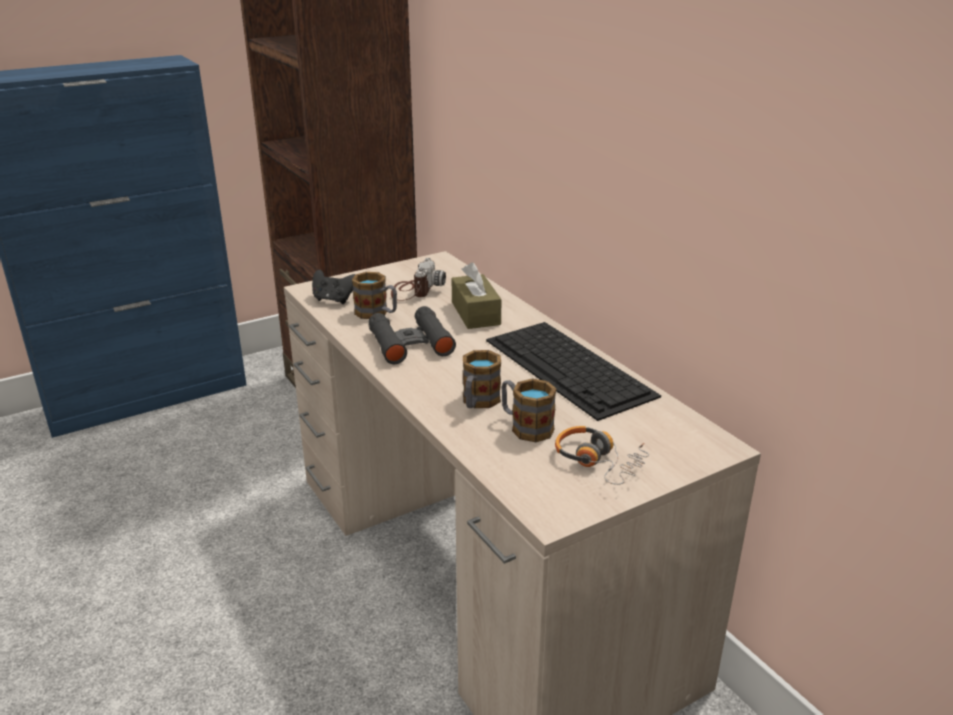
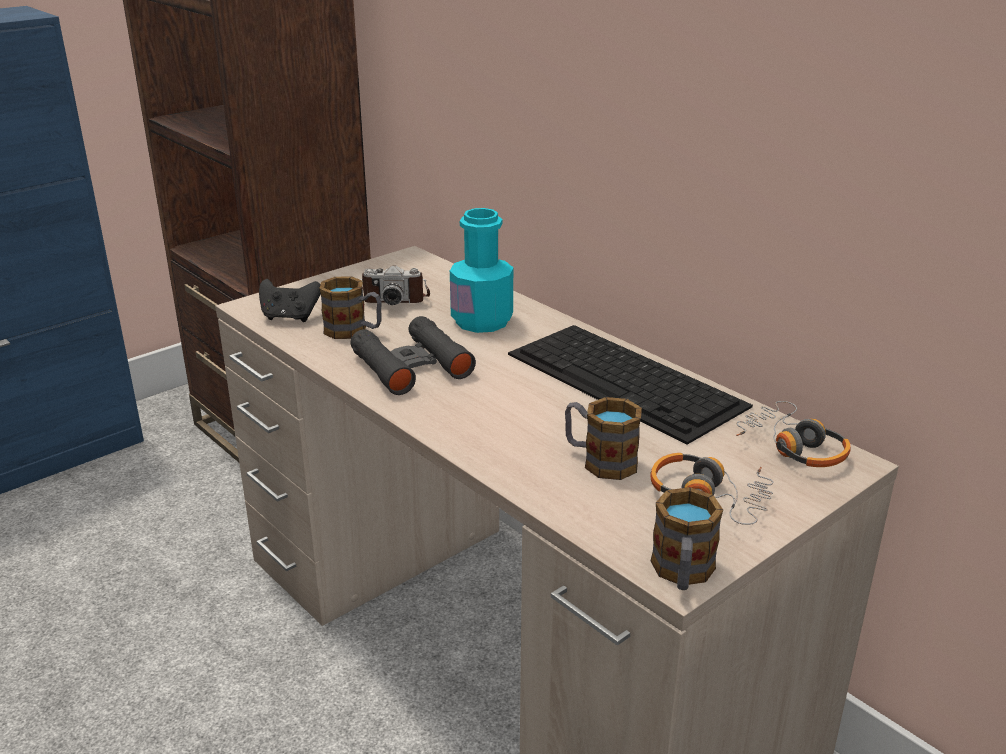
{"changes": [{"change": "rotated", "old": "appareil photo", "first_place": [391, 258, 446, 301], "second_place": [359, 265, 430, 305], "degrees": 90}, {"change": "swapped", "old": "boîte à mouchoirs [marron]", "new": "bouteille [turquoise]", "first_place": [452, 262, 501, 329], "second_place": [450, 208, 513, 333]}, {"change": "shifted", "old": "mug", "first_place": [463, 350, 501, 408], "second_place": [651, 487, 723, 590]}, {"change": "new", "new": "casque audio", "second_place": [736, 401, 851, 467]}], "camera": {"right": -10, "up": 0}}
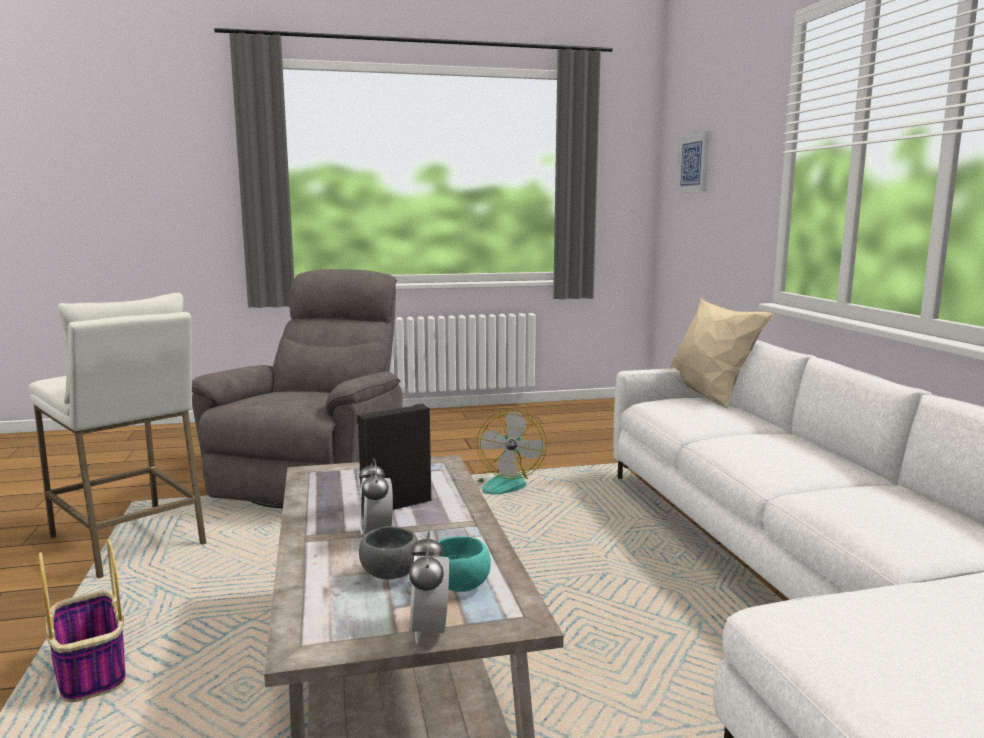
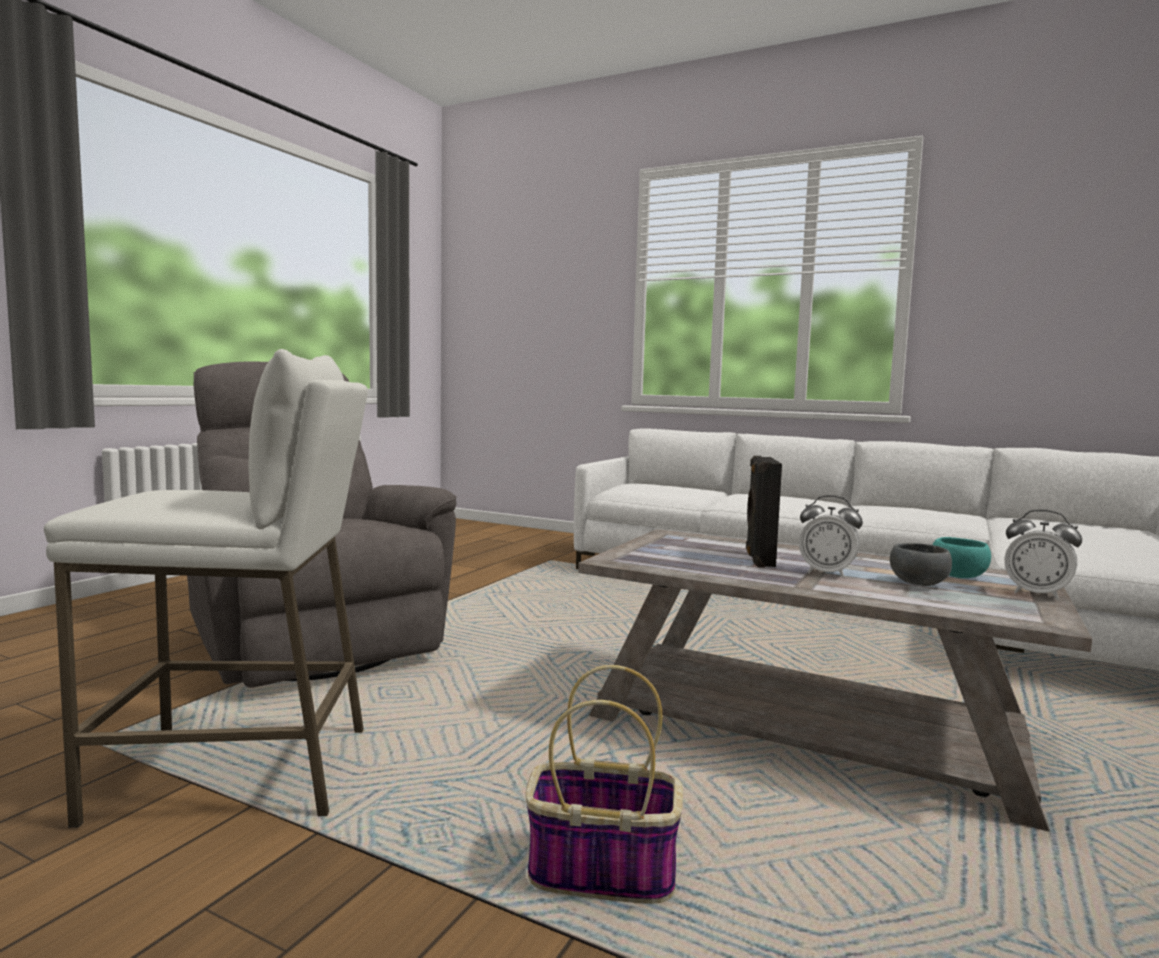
{"changes": [{"change": "gone", "old": "ventilateur", "first_place": [477, 409, 547, 494]}, {"change": "gone", "old": "coussin [beige]", "first_place": [668, 296, 774, 409]}, {"change": "gone", "old": "tableau", "first_place": [675, 131, 710, 193]}], "camera": {"right": -50, "up": -5}}
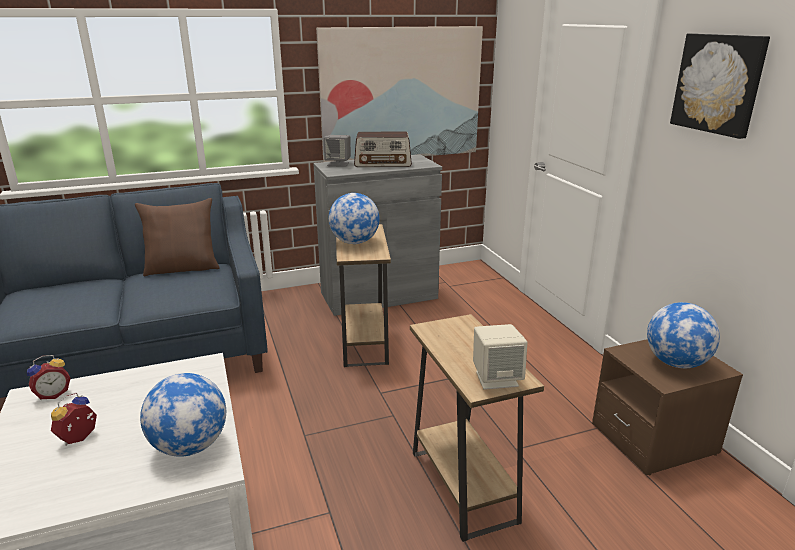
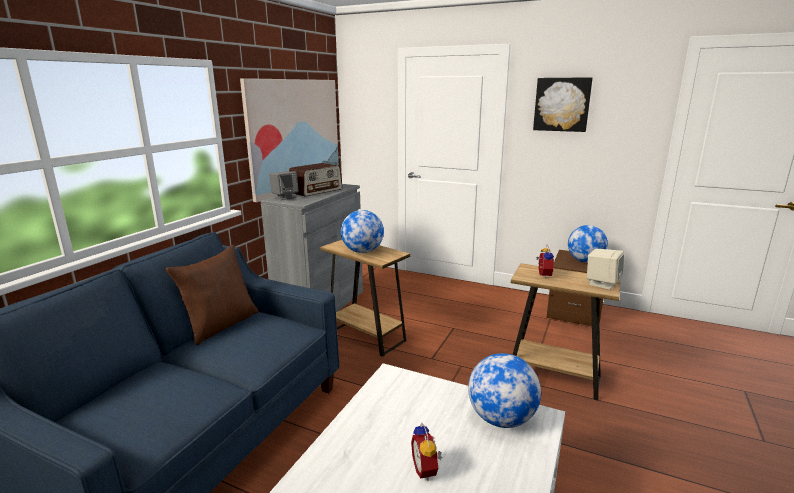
{"changes": [{"change": "shifted", "old": "réveil", "first_place": [27, 355, 70, 400], "second_place": [536, 245, 554, 279]}], "camera": {"right": -45, "up": -5}}
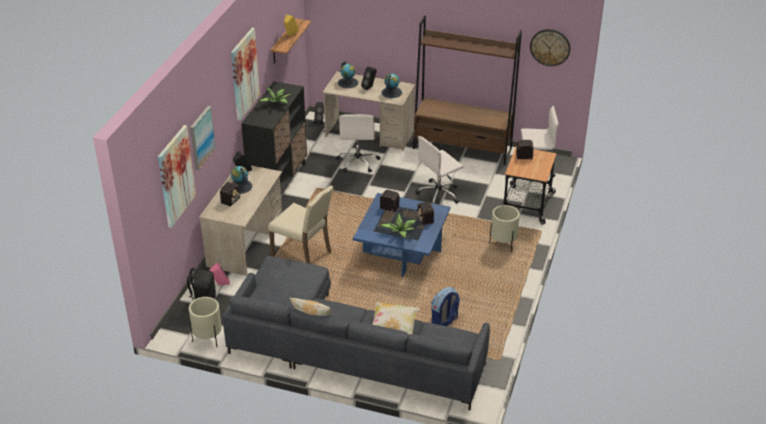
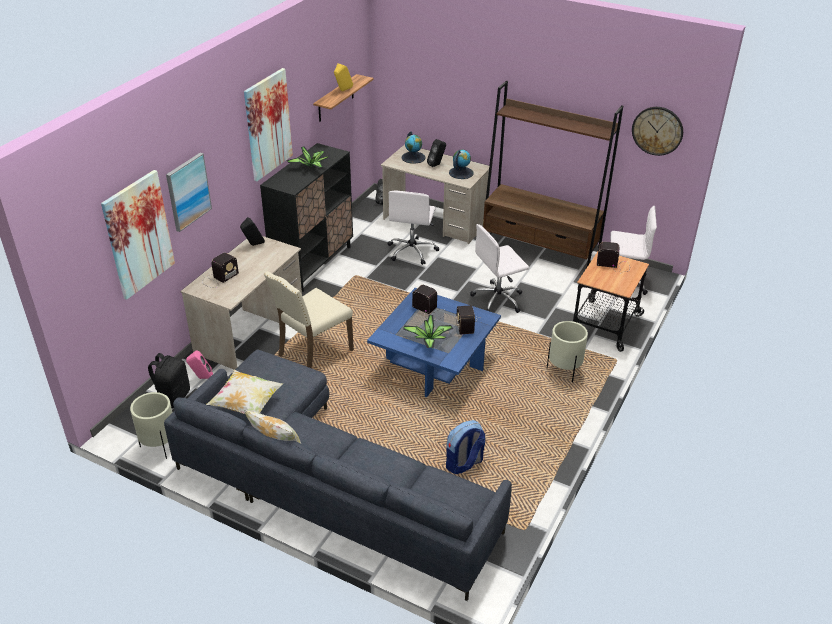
{"changes": [{"change": "gone", "old": "globe", "first_place": [231, 166, 252, 194]}, {"change": "rotated", "old": "chaise [beige]", "first_place": [268, 185, 334, 264], "second_place": [264, 271, 354, 368], "degrees": 90}, {"change": "shifted", "old": "coussin", "first_place": [372, 302, 419, 335], "second_place": [206, 370, 283, 414]}], "camera": {"right": 10, "up": 0}}
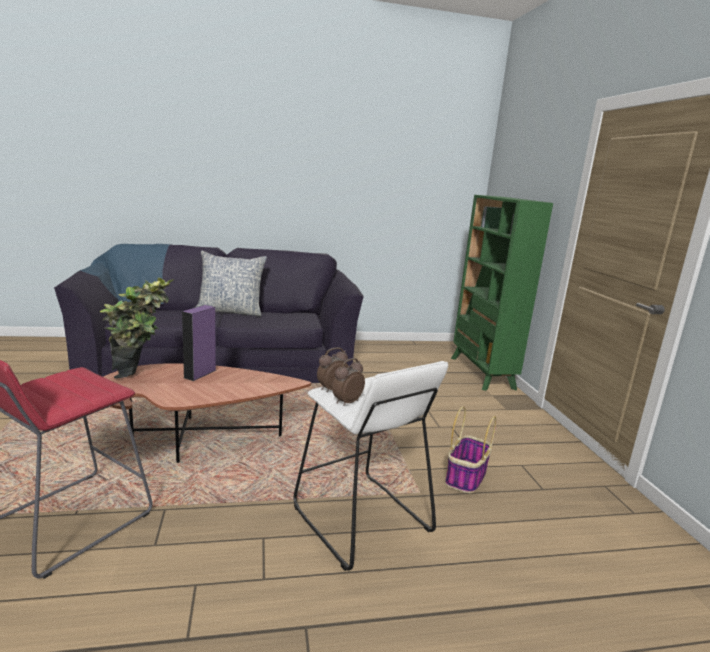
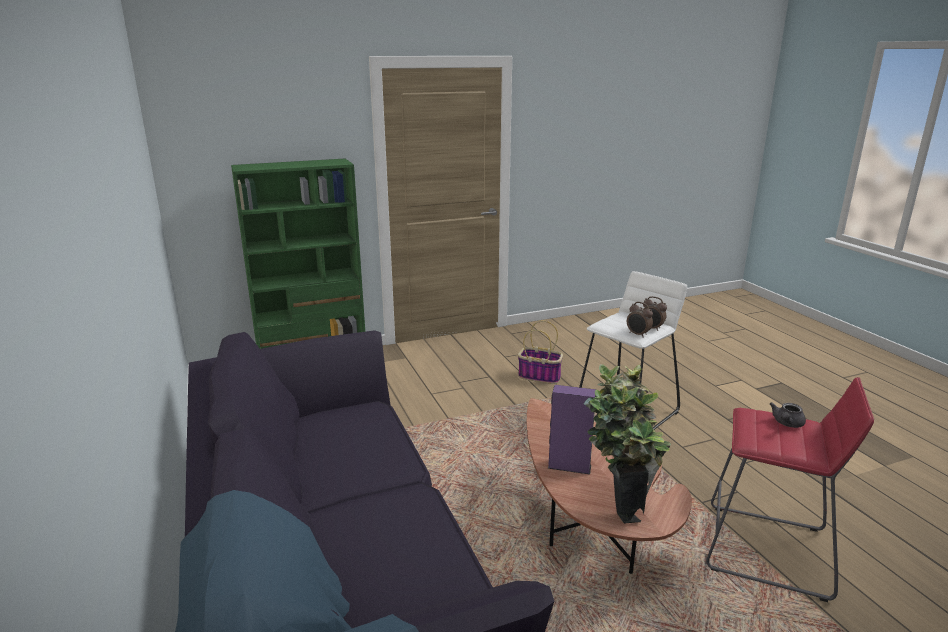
{"changes": [{"change": "gone", "old": "coussin", "first_place": [195, 251, 267, 316]}, {"change": "new", "new": "théière [gris]", "second_place": [770, 402, 806, 428]}], "camera": {"right": -100, "up": 5}}
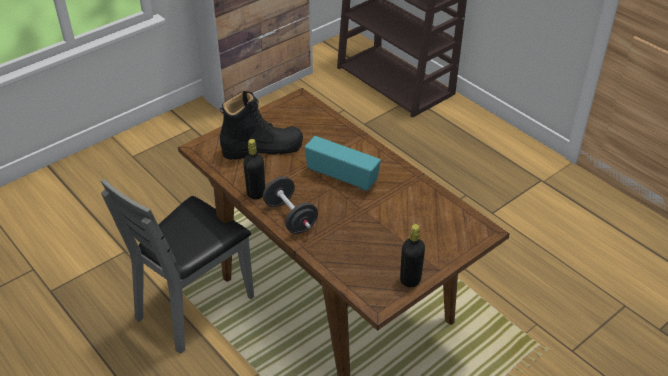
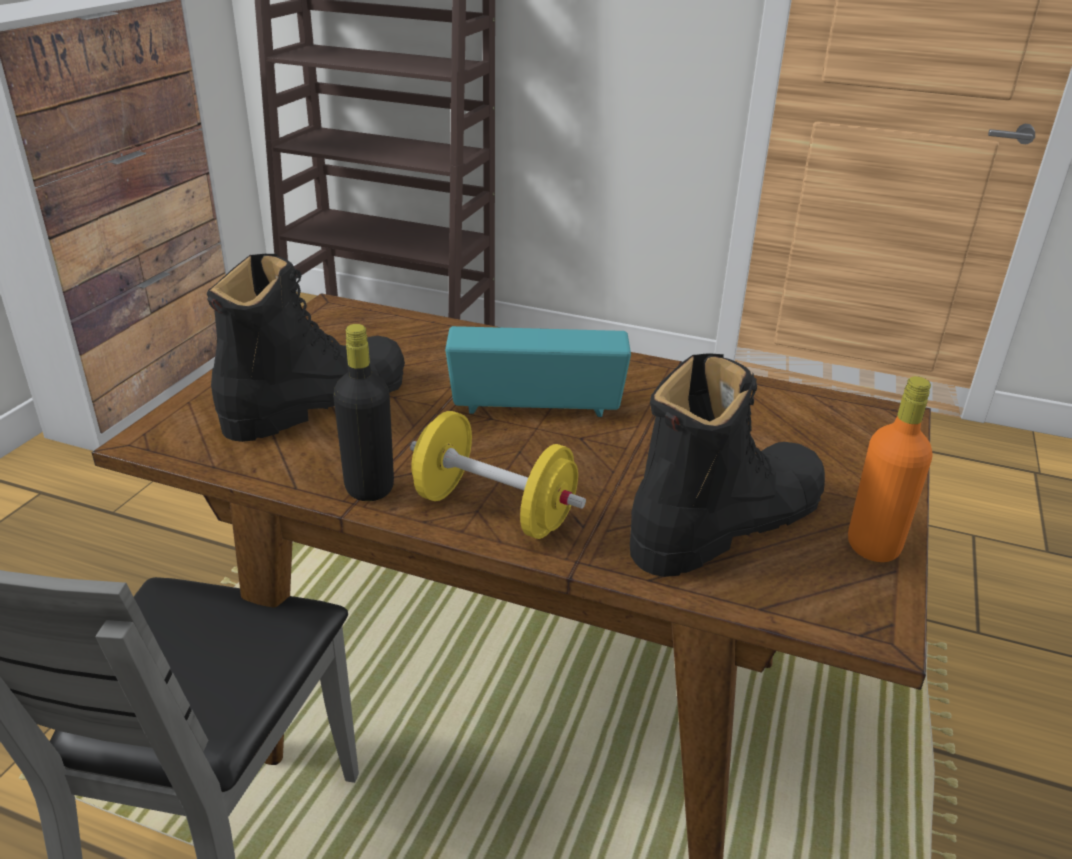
{"changes": [{"change": "repainted", "old": "haltère [noir]", "new": "haltère [jaune]", "first_place": [263, 176, 318, 234], "second_place": [410, 411, 586, 539]}, {"change": "repainted", "old": "bouteille [noir]", "new": "bouteille [orange]", "first_place": [400, 224, 425, 287], "second_place": [848, 376, 932, 562]}, {"change": "new", "new": "botte [noir]", "second_place": [630, 353, 825, 577]}], "camera": {"right": -30, "up": -10}}
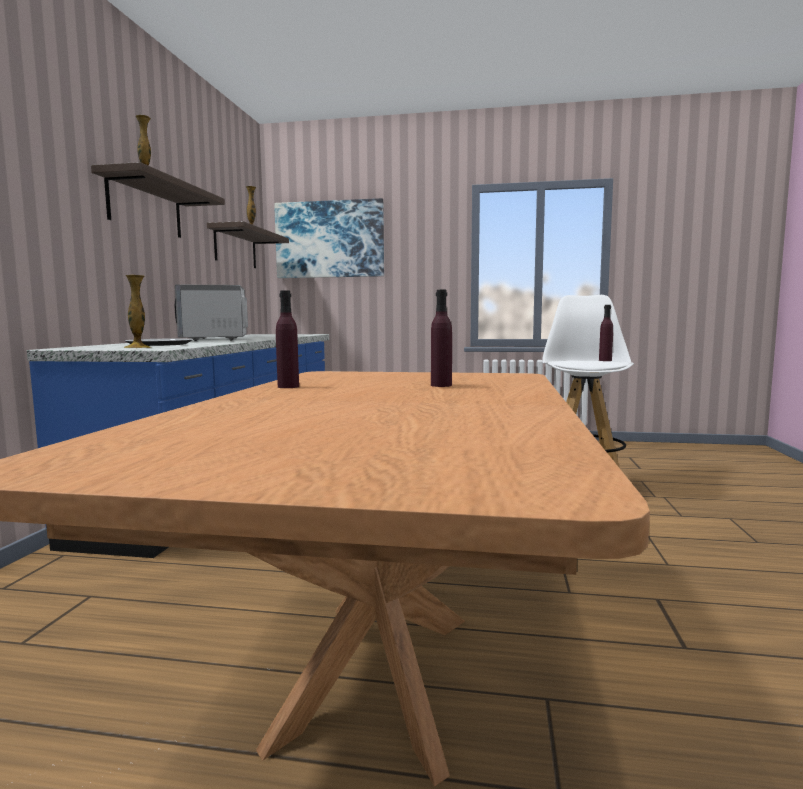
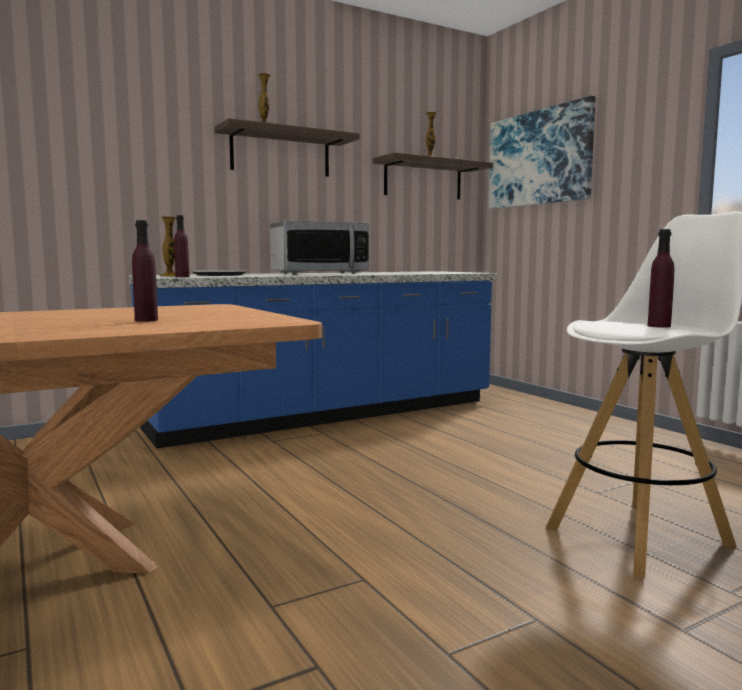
{"changes": [{"change": "rotated", "old": "micro-ondes", "first_place": [175, 285, 248, 341], "second_place": [270, 221, 369, 274], "degrees": -150}, {"change": "shifted", "old": "bouteille [violet]", "first_place": [276, 290, 299, 388], "second_place": [174, 215, 190, 277]}], "camera": {"right": 50, "up": 0}}
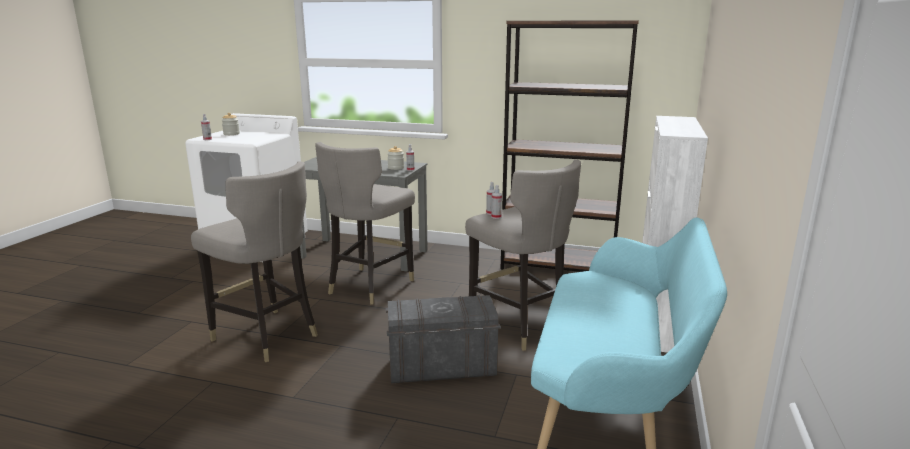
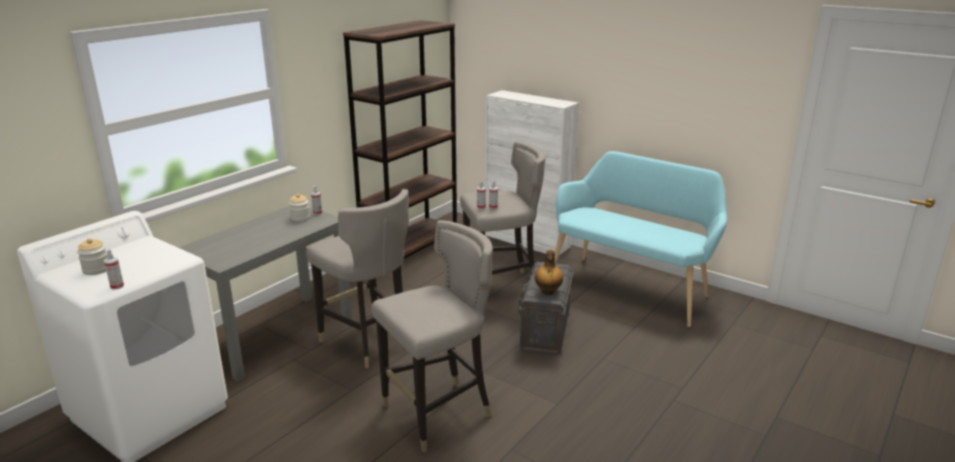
{"changes": [{"change": "new", "new": "bouteille", "second_place": [535, 250, 563, 295]}], "camera": {"right": -70, "up": 5}}
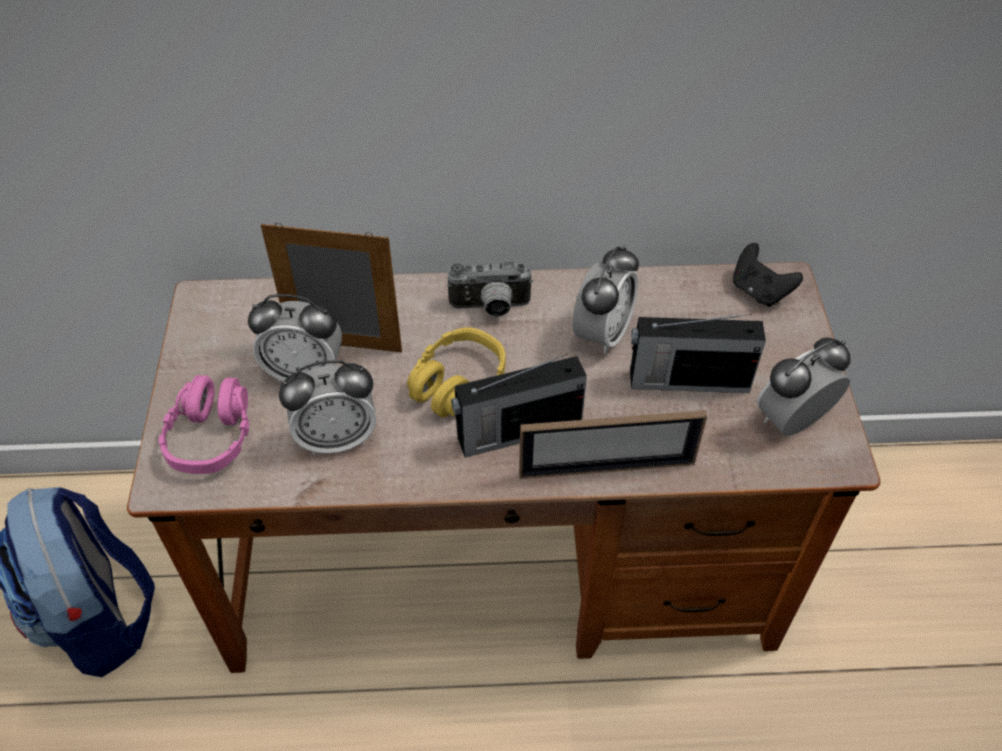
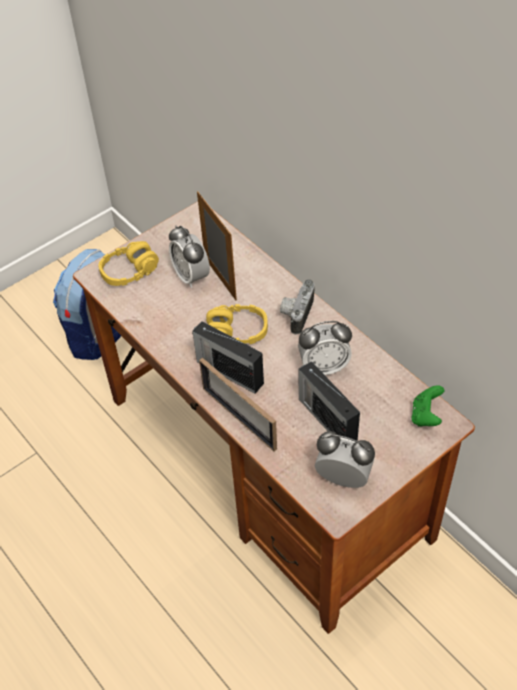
{"changes": [{"change": "repainted", "old": "casque audio [rose]", "new": "casque audio [jaune]", "first_place": [159, 375, 250, 474], "second_place": [99, 241, 159, 286]}, {"change": "gone", "old": "réveil", "first_place": [279, 360, 376, 455]}, {"change": "rotated", "old": "appareil photo", "first_place": [447, 262, 533, 317], "second_place": [280, 279, 315, 334], "degrees": 60}, {"change": "repainted", "old": "manette [noir]", "new": "manette [vert]", "first_place": [733, 243, 803, 307], "second_place": [411, 385, 444, 427]}], "camera": {"right": 55, "up": 0}}
